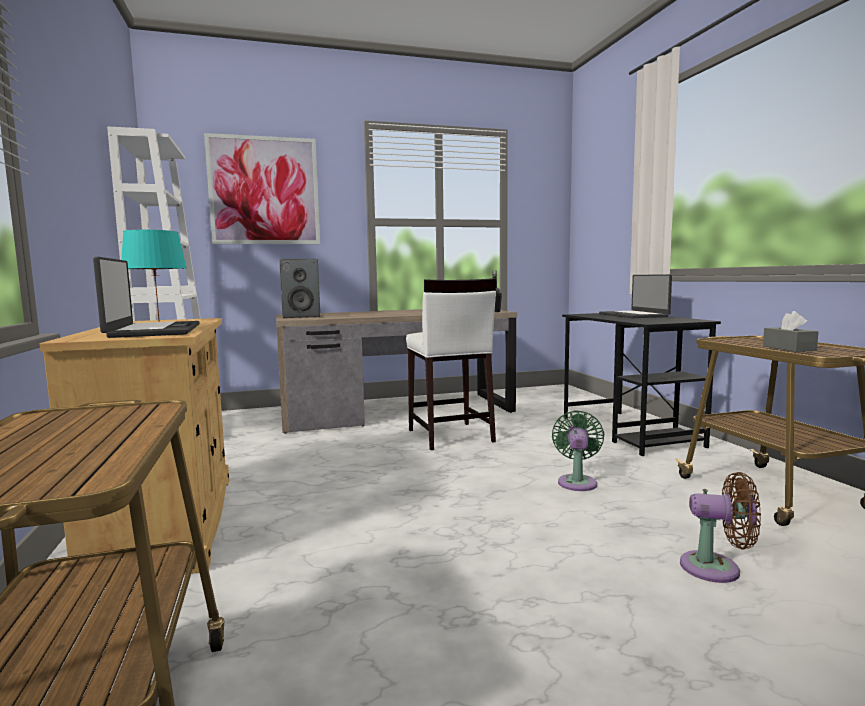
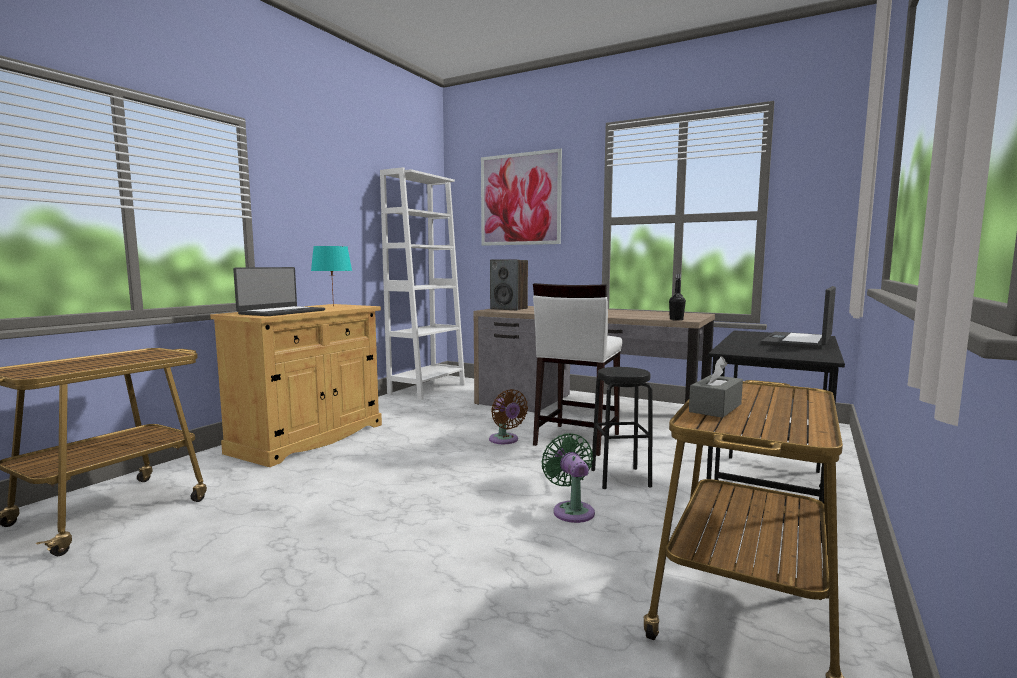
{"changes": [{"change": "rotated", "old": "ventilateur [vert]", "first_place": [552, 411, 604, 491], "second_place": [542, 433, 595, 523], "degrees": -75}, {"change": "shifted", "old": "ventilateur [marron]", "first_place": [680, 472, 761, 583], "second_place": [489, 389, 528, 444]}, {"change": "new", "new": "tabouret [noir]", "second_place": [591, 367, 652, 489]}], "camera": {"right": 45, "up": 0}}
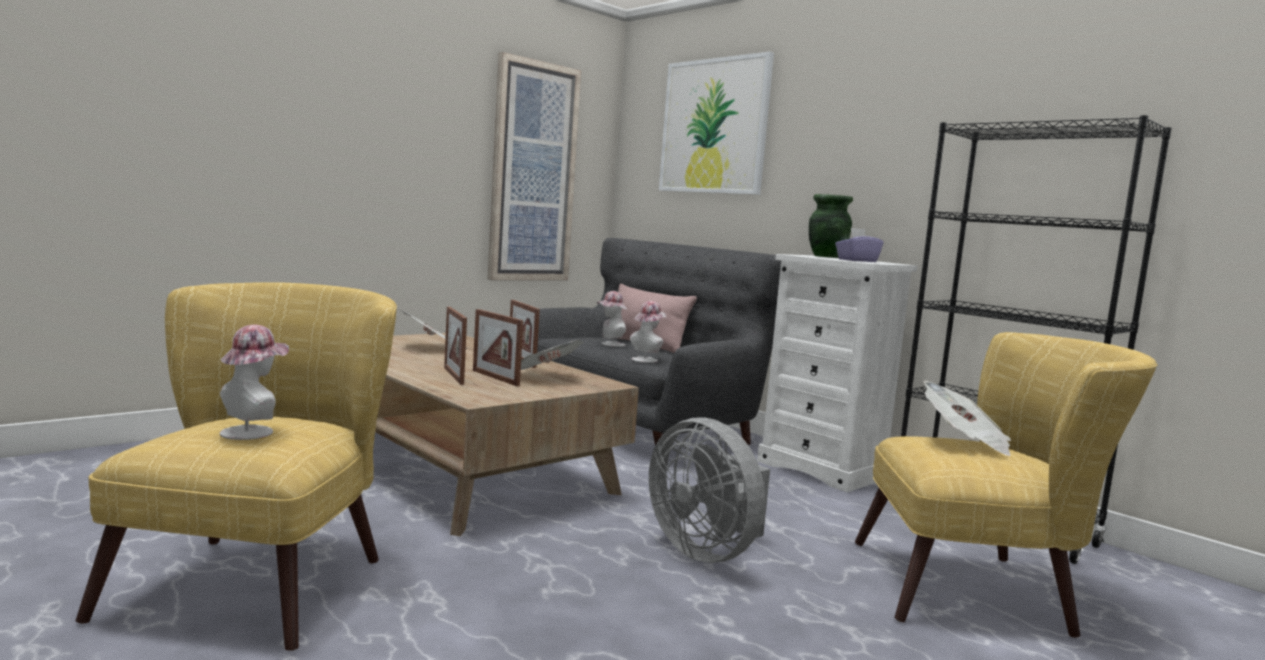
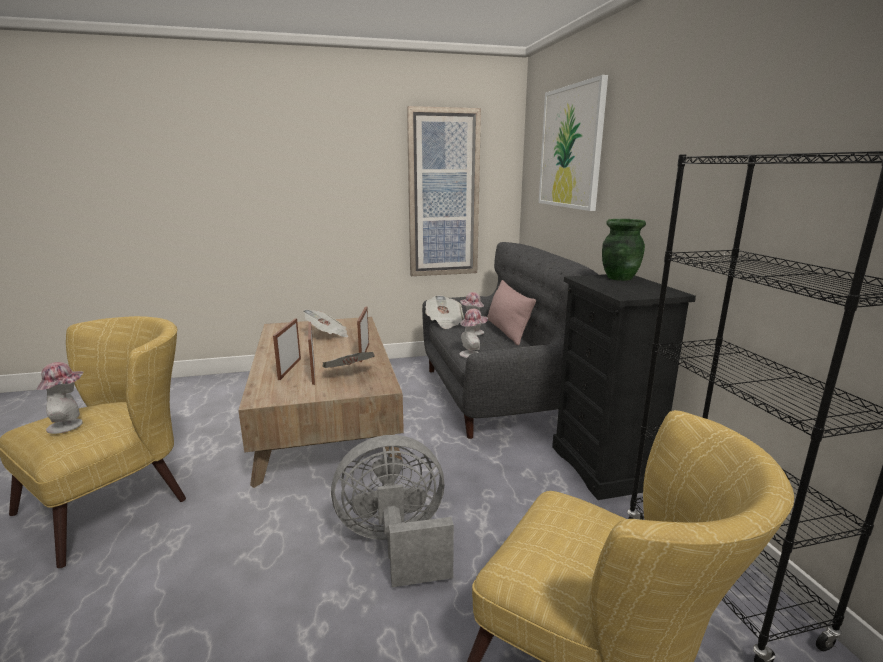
{"changes": [{"change": "rotated", "old": "ventilateur [gris]", "first_place": [649, 417, 770, 563], "second_place": [331, 435, 454, 587], "degrees": 90}, {"change": "repainted", "old": "commode [blanc]", "new": "commode [noir]", "first_place": [757, 254, 917, 492], "second_place": [552, 274, 696, 500]}, {"change": "gone", "old": "boîte à mouchoirs [violet]", "first_place": [835, 228, 884, 262]}, {"change": "shifted", "old": "journal", "first_place": [923, 381, 1011, 456], "second_place": [425, 295, 464, 329]}], "camera": {"right": 30, "up": 10}}
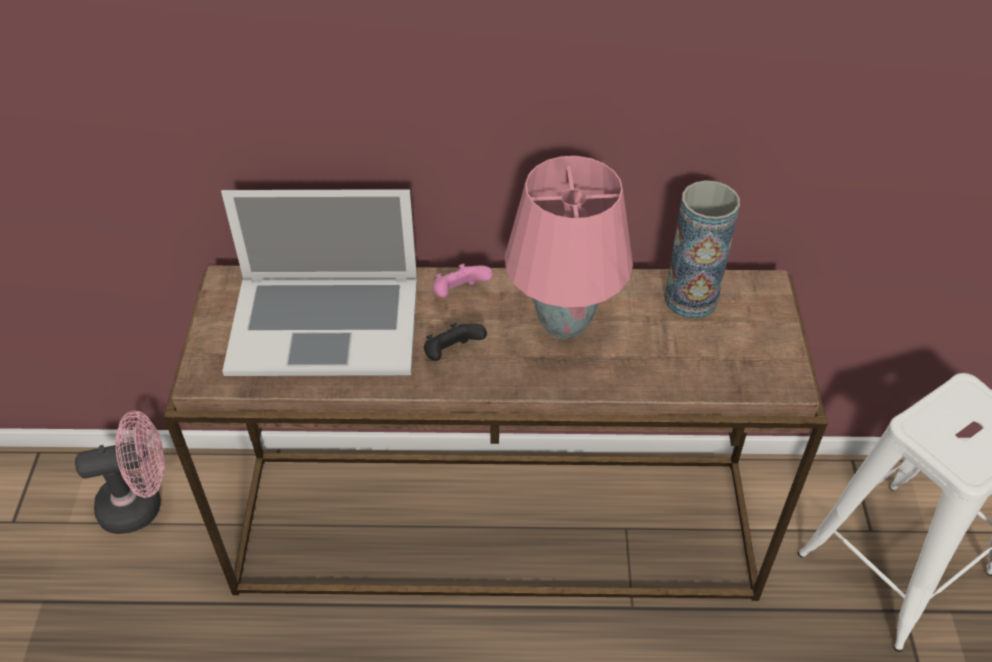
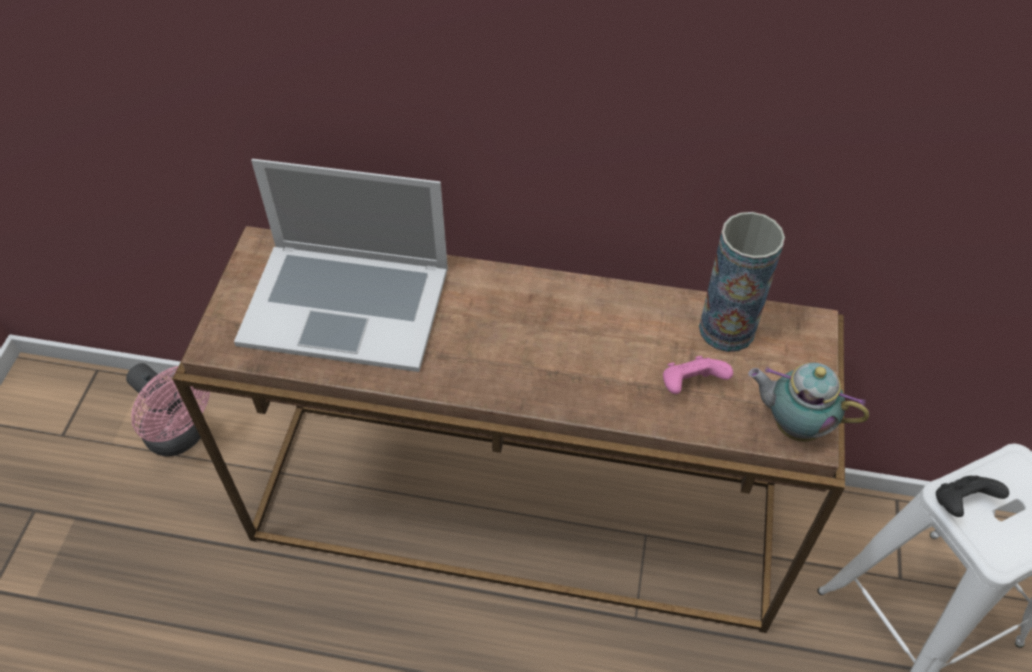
{"changes": [{"change": "rotated", "old": "ventilateur [rose]", "first_place": [75, 411, 165, 534], "second_place": [126, 363, 210, 456], "degrees": 45}, {"change": "shifted", "old": "manette [noir]", "first_place": [424, 323, 487, 361], "second_place": [936, 476, 1009, 517]}, {"change": "shifted", "old": "manette [rose]", "first_place": [432, 264, 493, 298], "second_place": [663, 356, 733, 394]}, {"change": "gone", "old": "lampe de table [rose]", "first_place": [505, 156, 633, 339]}, {"change": "new", "new": "théière", "second_place": [748, 363, 869, 442]}], "camera": {"right": 10, "up": 5}}
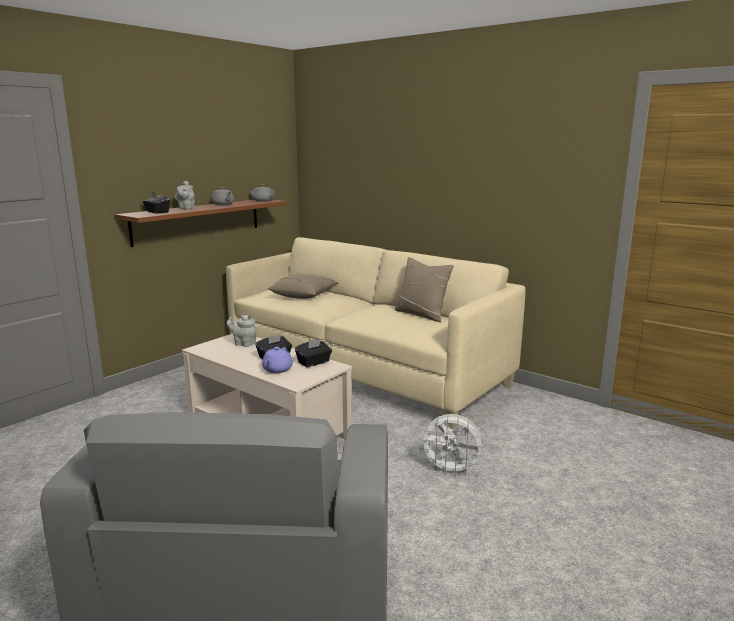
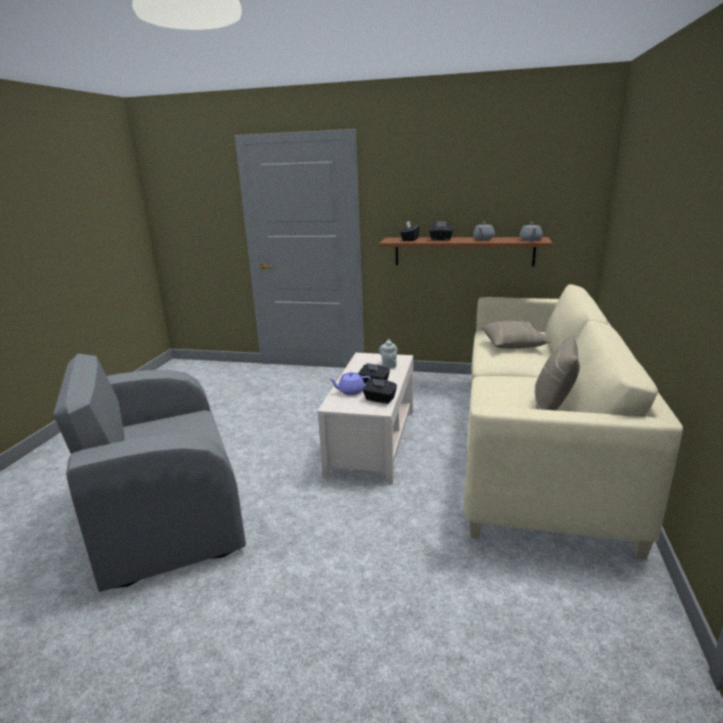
{"changes": [{"change": "swapped", "old": "théière [gris]", "new": "boîte à mouchoirs [noir]", "first_place": [174, 181, 195, 209], "second_place": [429, 221, 454, 240]}, {"change": "gone", "old": "ventilateur [blanc]", "first_place": [419, 414, 485, 476]}], "camera": {"right": 65, "up": 5}}
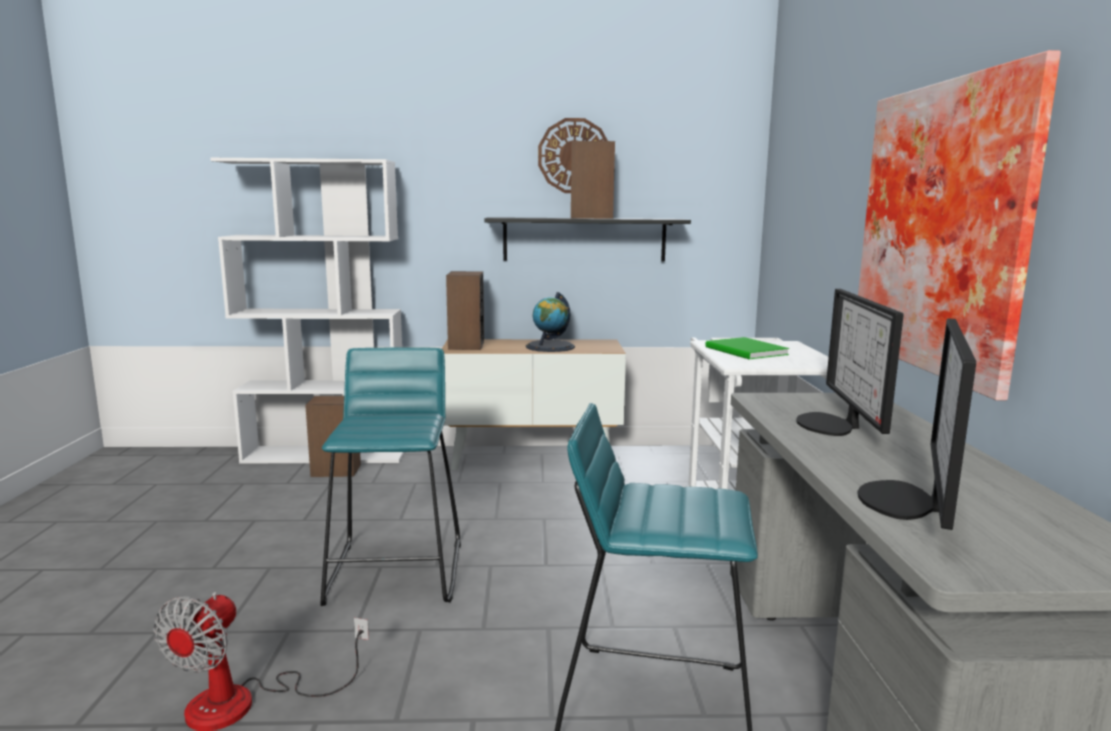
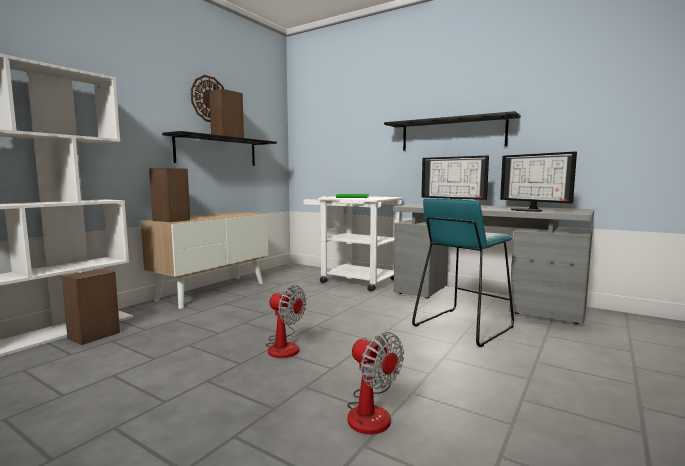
{"changes": [{"change": "swapped", "old": "tabouret [turquoise]", "new": "ventilateur", "first_place": [320, 347, 461, 606], "second_place": [266, 285, 306, 358]}, {"change": "gone", "old": "globe", "first_place": [526, 292, 575, 352]}, {"change": "swapped", "old": "tableau", "new": "étagère [noir]", "first_place": [858, 50, 1061, 401], "second_place": [384, 111, 521, 150]}], "camera": {"right": -55, "up": -5}}
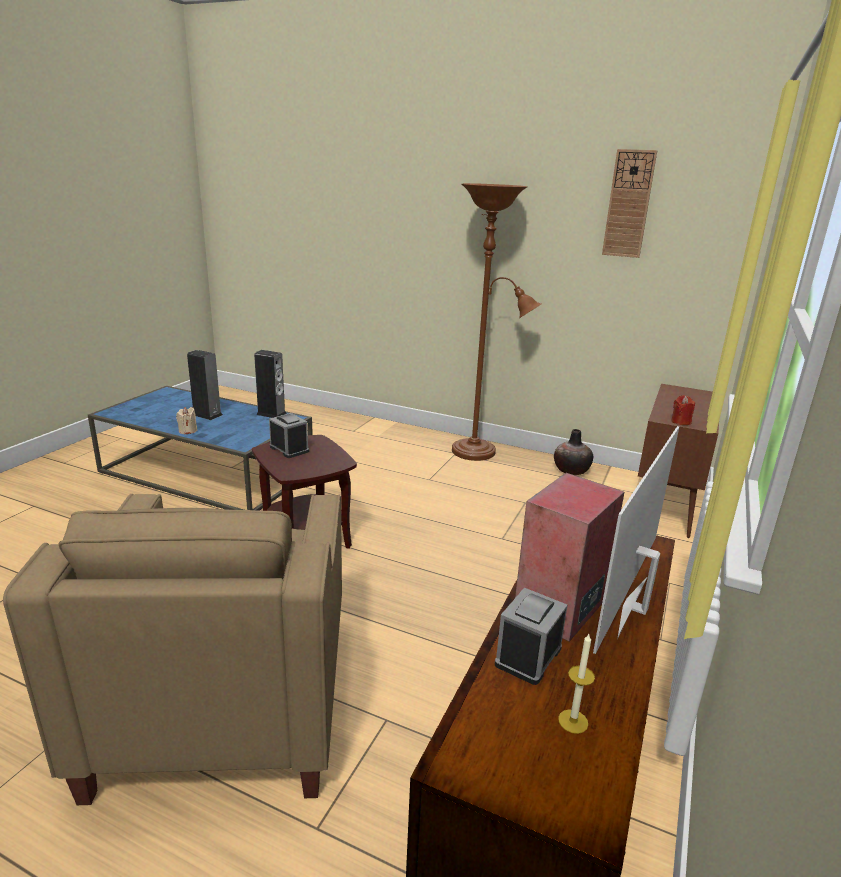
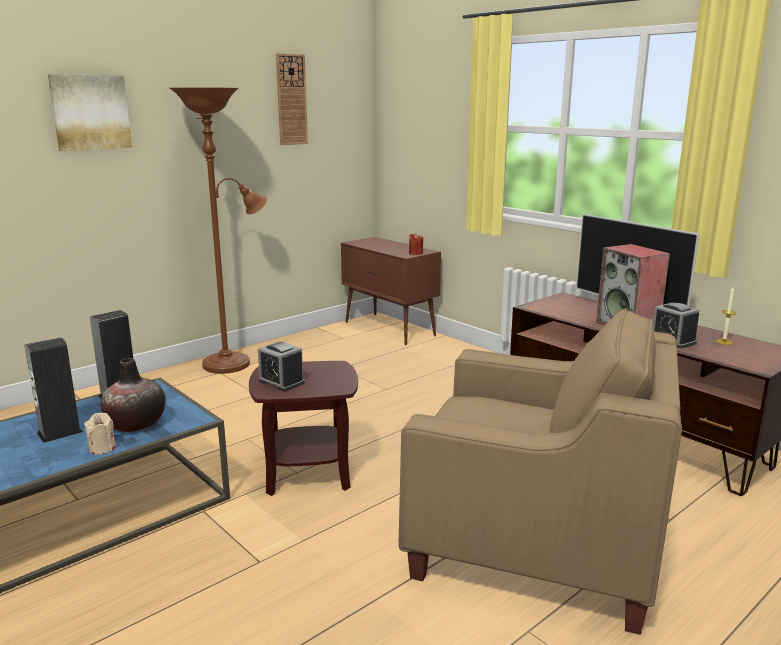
{"changes": [{"change": "rotated", "old": "réveil", "first_place": [269, 413, 309, 458], "second_place": [258, 341, 305, 392], "degrees": -120}, {"change": "shifted", "old": "vase", "first_place": [554, 429, 593, 475], "second_place": [101, 358, 166, 432]}, {"change": "new", "new": "tableau", "second_place": [48, 74, 132, 151]}], "camera": {"right": -65, "up": -5}}
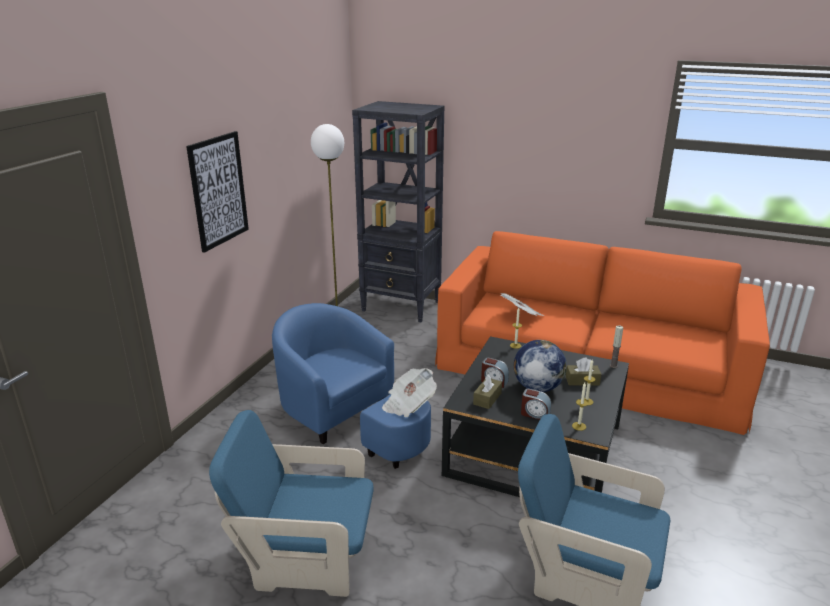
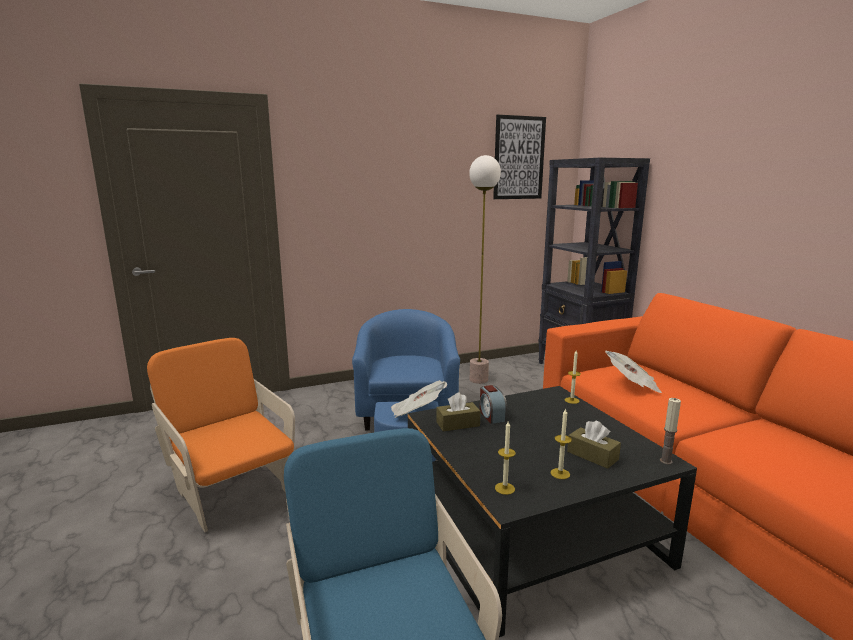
{"changes": [{"change": "shifted", "old": "tableau", "first_place": [186, 131, 249, 253], "second_place": [493, 115, 546, 199]}, {"change": "repainted", "old": "fauteuil [bleu]", "new": "fauteuil [orange]", "first_place": [209, 410, 374, 597], "second_place": [147, 338, 295, 532]}, {"change": "gone", "old": "globe", "first_place": [514, 340, 567, 392]}, {"change": "gone", "old": "réveil", "first_place": [521, 389, 551, 420]}], "camera": {"right": 45, "up": -10}}
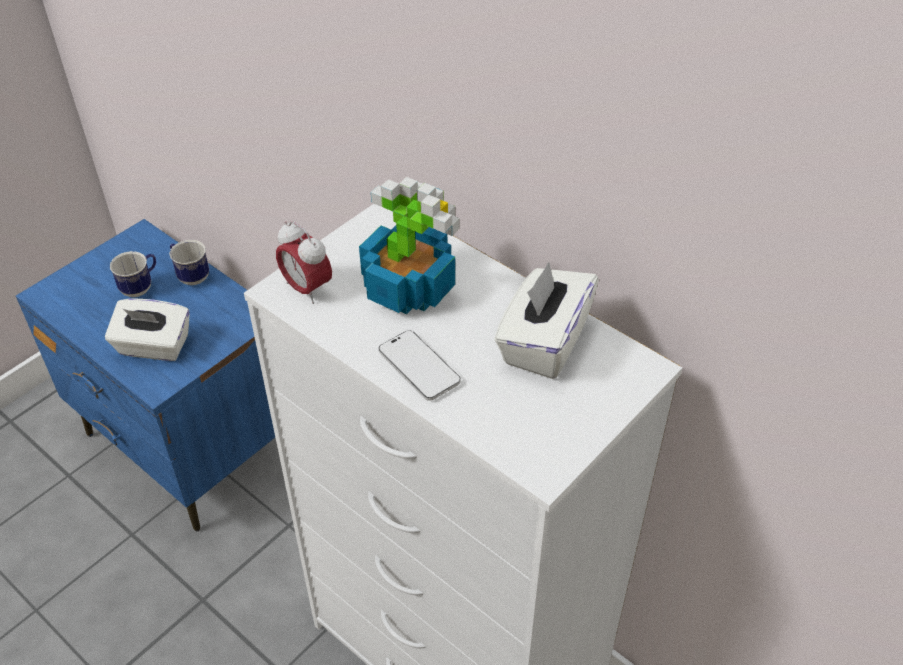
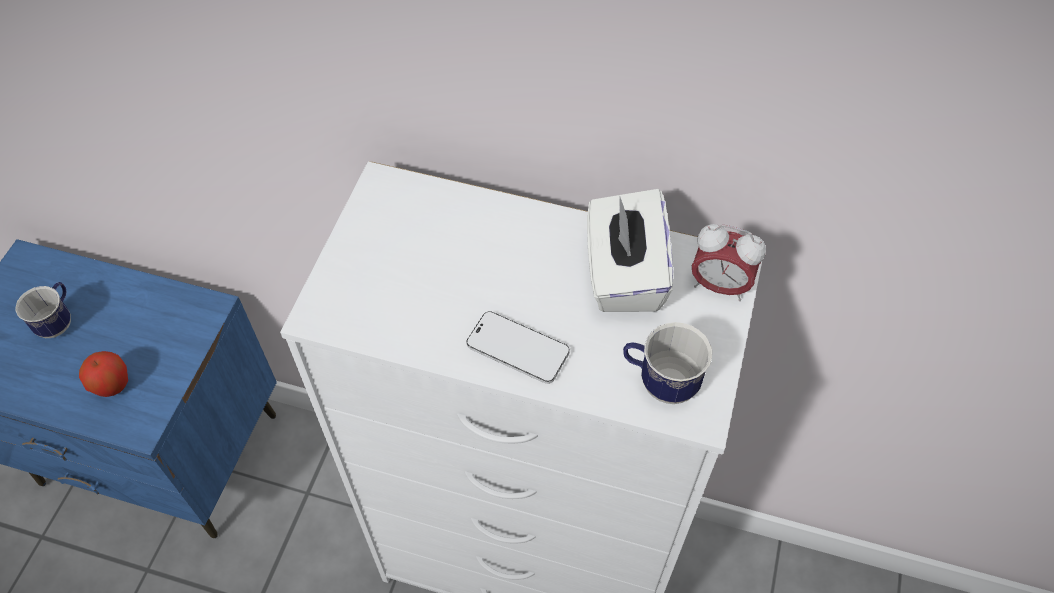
{"changes": [{"change": "swapped", "old": "boîte à mouchoirs [blanc]", "new": "pomme", "first_place": [105, 299, 190, 361], "second_place": [79, 351, 128, 397]}, {"change": "shifted", "old": "mug", "first_place": [169, 240, 209, 285], "second_place": [623, 322, 712, 404]}, {"change": "shifted", "old": "réveil", "first_place": [276, 221, 332, 304], "second_place": [692, 224, 766, 301]}, {"change": "gone", "old": "plante en pot", "first_place": [359, 177, 460, 314]}], "camera": {"right": -25, "up": 10}}
